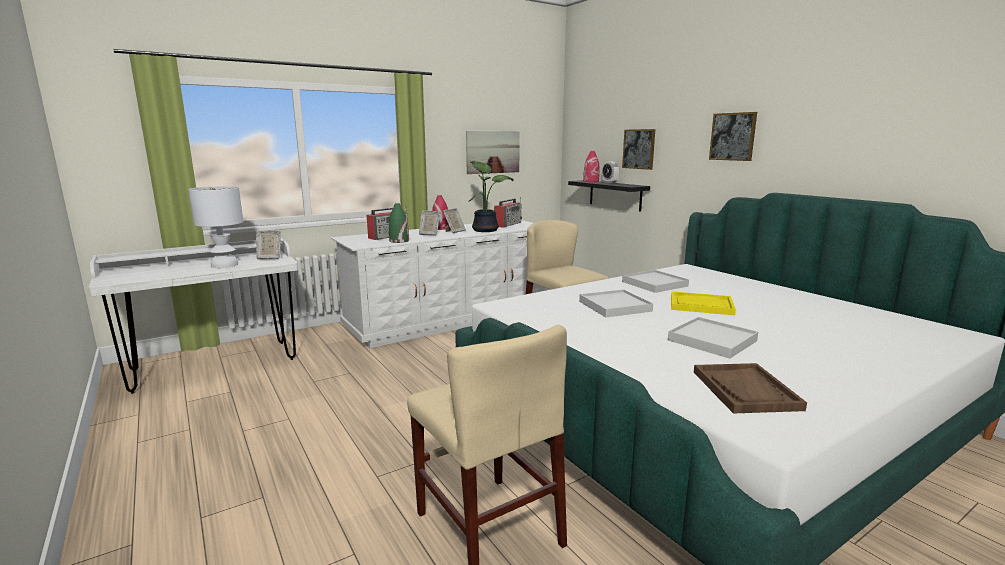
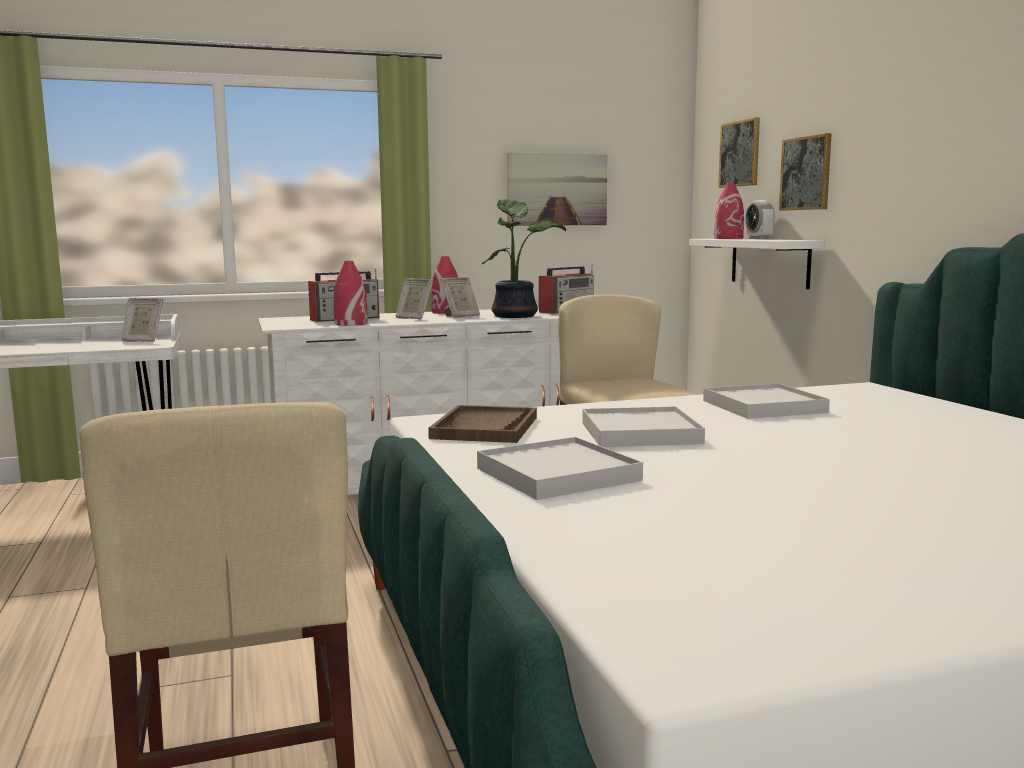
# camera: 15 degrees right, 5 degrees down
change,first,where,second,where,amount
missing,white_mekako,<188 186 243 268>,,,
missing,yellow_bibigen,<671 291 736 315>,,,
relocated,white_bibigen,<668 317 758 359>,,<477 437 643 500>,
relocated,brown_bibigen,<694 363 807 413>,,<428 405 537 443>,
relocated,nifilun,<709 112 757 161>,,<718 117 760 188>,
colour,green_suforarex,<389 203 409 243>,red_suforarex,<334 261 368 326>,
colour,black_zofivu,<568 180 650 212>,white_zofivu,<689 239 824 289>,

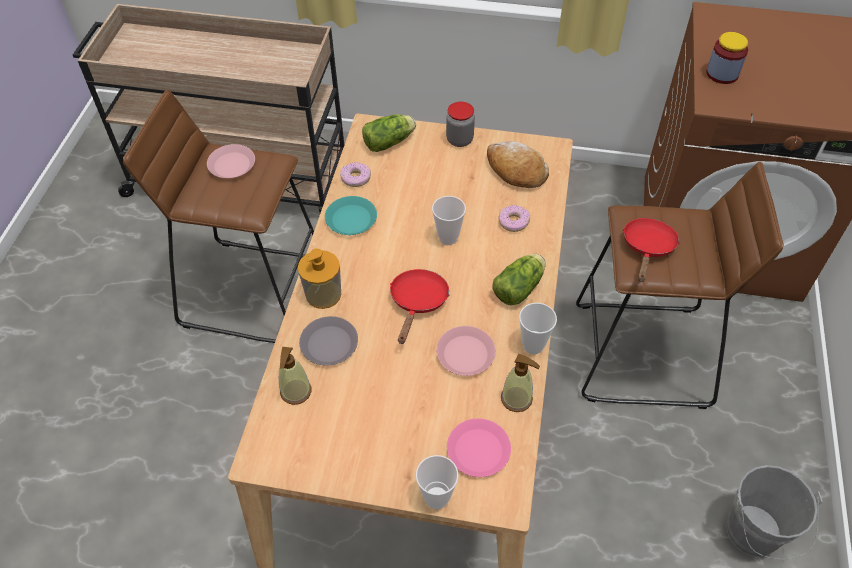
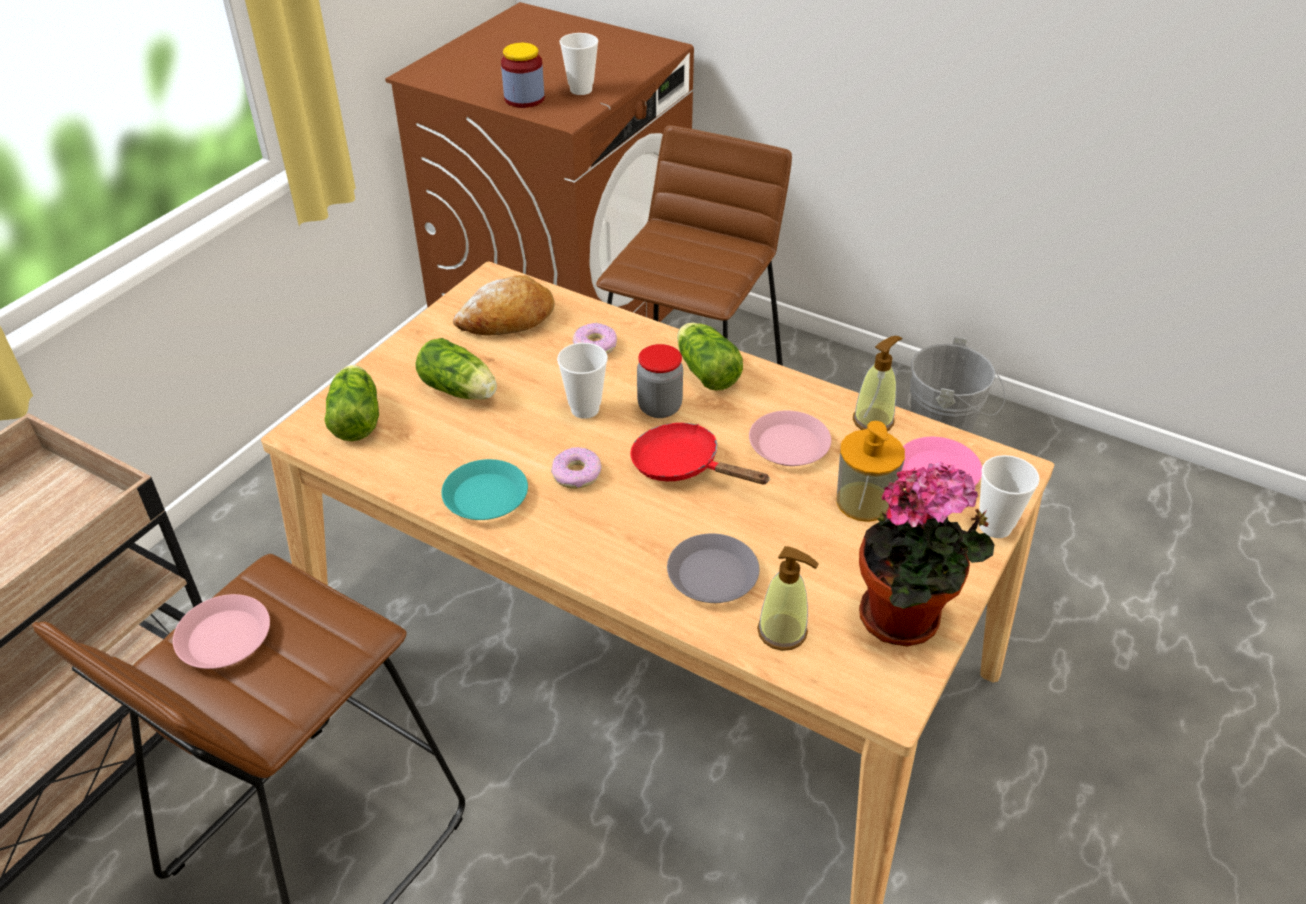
# camera: 70 degrees left, 10 degrees down
change,first,where,second,where,amount
missing,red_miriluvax,<623 218 680 282>,,,
appeared,,,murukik,<415 338 497 400>,
appeared,,,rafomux,<859 461 994 647>,
relocated,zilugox,<298 249 341 309>,,<836 421 905 522>,
relocated,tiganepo,<340 162 371 187>,,<551 447 602 489>,
relocated,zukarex,<446 102 475 147>,,<637 344 683 418>,
relocated,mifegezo,<519 303 557 354>,,<560 33 598 95>,

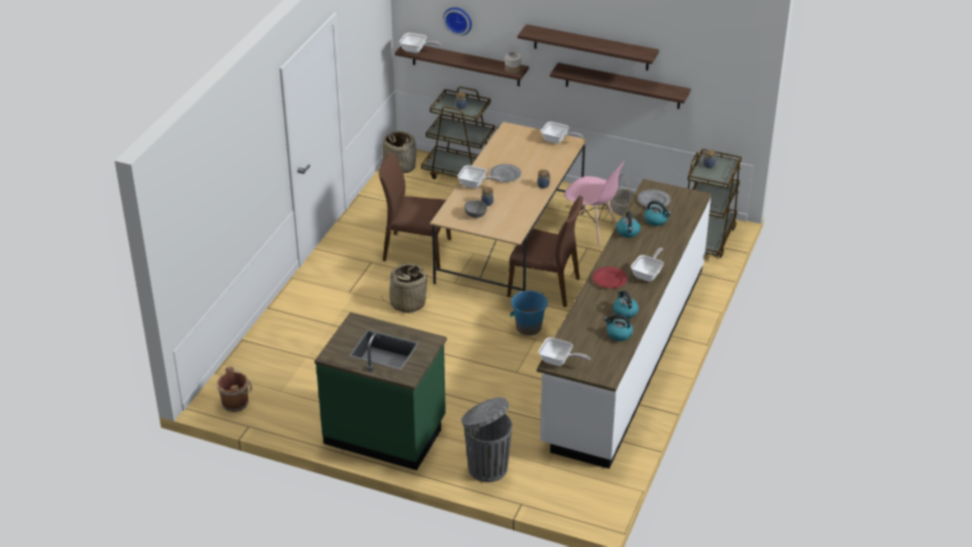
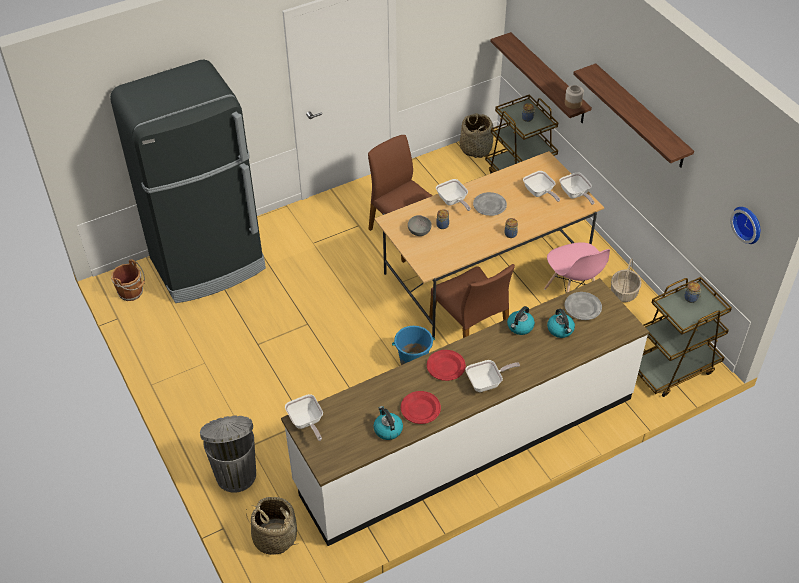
# camera: 40 degrees right, 10 degrees up
change,first,where,second,where,amount
missing,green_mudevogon,<315 312 447 470>,,,
missing,zofivu,<550 63 691 109>,,,
appeared,,,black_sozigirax,<110 60 266 303>,
relocated,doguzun,<381 263 431 313>,,<246 497 299 555>,
relocated,miriluvax,<399 33 441 53>,,<523 171 560 202>,
relocated,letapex,<443 7 472 36>,,<731 207 760 244>,
exchanged,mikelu,<613 291 639 319>,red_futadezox,<401 391 441 424>,

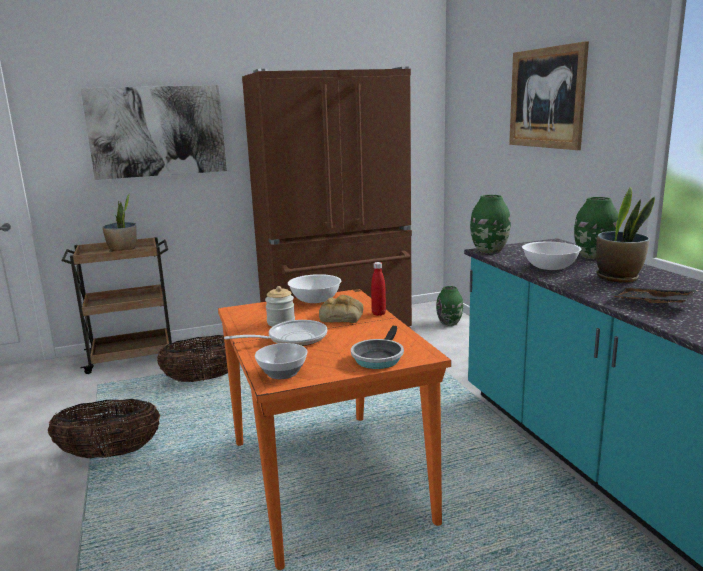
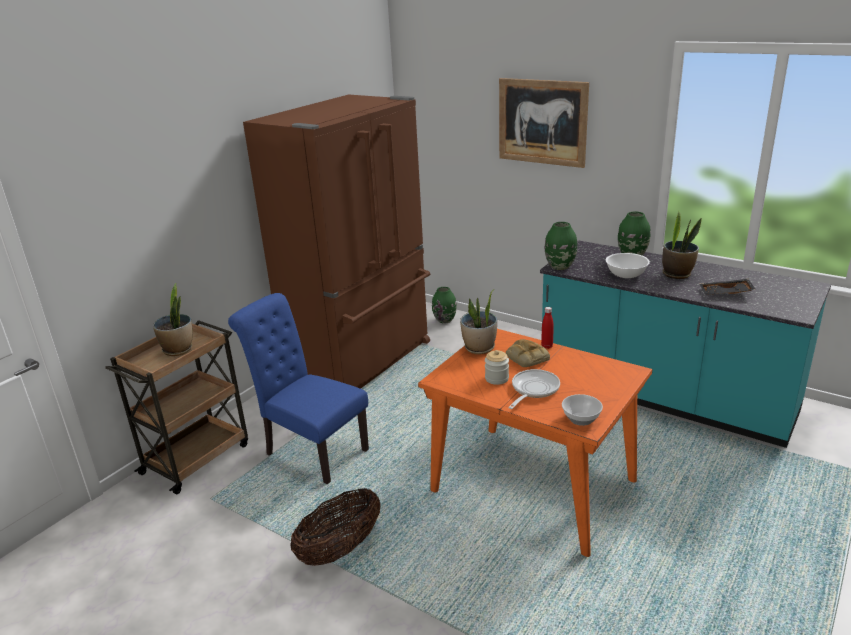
# camera: 35 degrees left, 10 degrees up
change,first,where,second,where,amount
missing,nifilun,<81 85 227 180>,,,
missing,miriluvax,<351 326 404 369>,,,
exchanged,doguzun,<157 335 228 382>,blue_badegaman,<228 293 369 485>,
exchanged,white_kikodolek,<288 274 341 303>,rafomux,<460 289 497 354>,

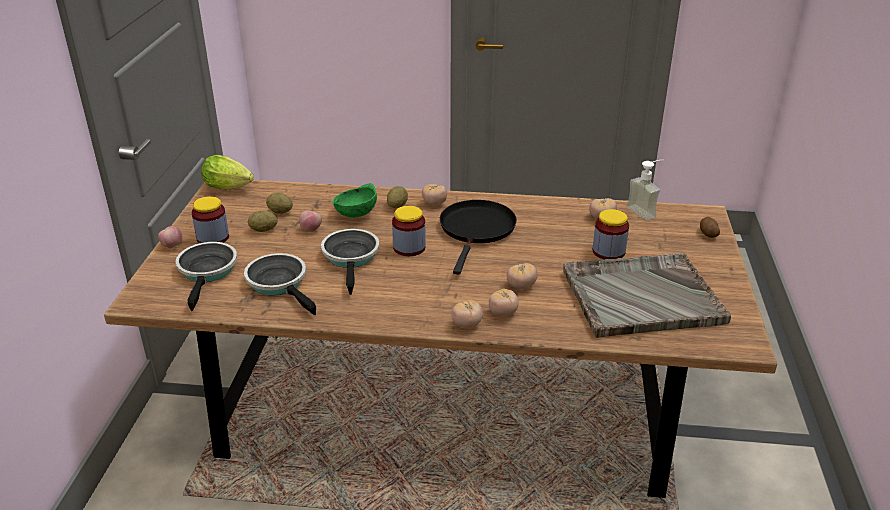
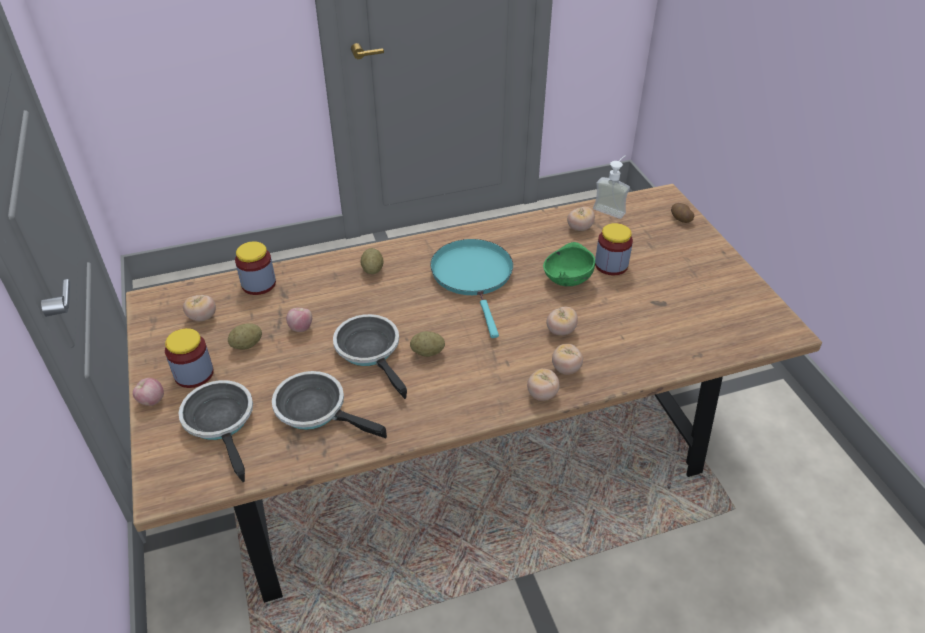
# camera: 25 degrees left, 10 degrees up
change,first,where,second,where,amount
missing,murukik,<201 155 254 190>,,,
missing,grey_bibigen,<563 253 731 338>,,,
relocated,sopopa,<266 193 293 213>,,<410 331 445 357>,
relocated,green_kikodolek,<333 183 377 218>,,<543 242 595 286>,
relocated,zukarex,<392 206 426 256>,,<235 241 276 295>,
relocated,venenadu,<422 184 447 205>,,<183 295 216 321>,
colour,black_miriluvax,<440 200 517 274>,turquoise_miriluvax,<430 239 513 338>,

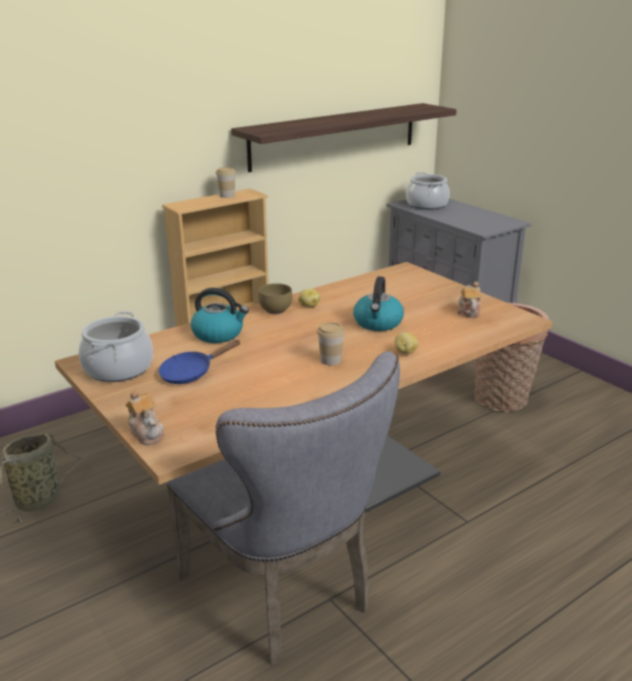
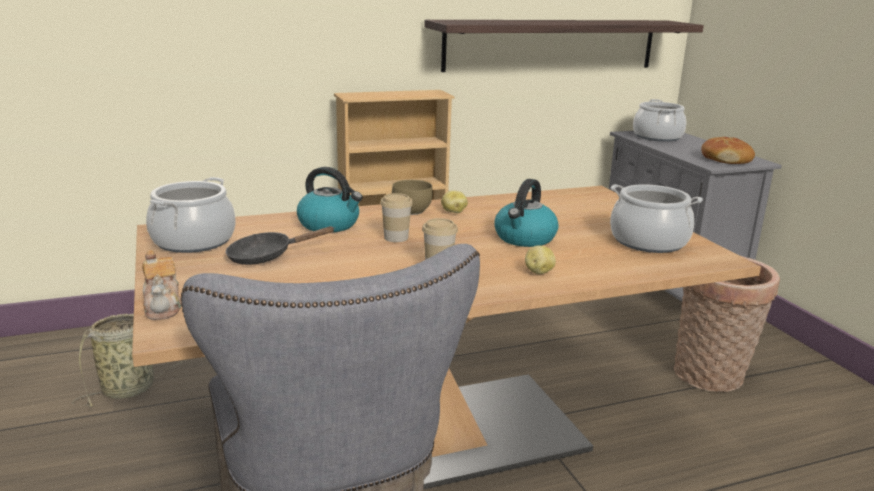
# camera: 15 degrees right, 5 degrees down
change,first,where,second,where,amount
appeared,,,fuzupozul,<701 137 755 164>,
relocated,mifegezo,<215 167 236 198>,,<380 193 413 242>,
exchanged,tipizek,<457 281 482 318>,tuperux,<610 184 703 253>,
colour,blue_miriluvax,<158 340 241 384>,black_miriluvax,<226 226 335 265>,

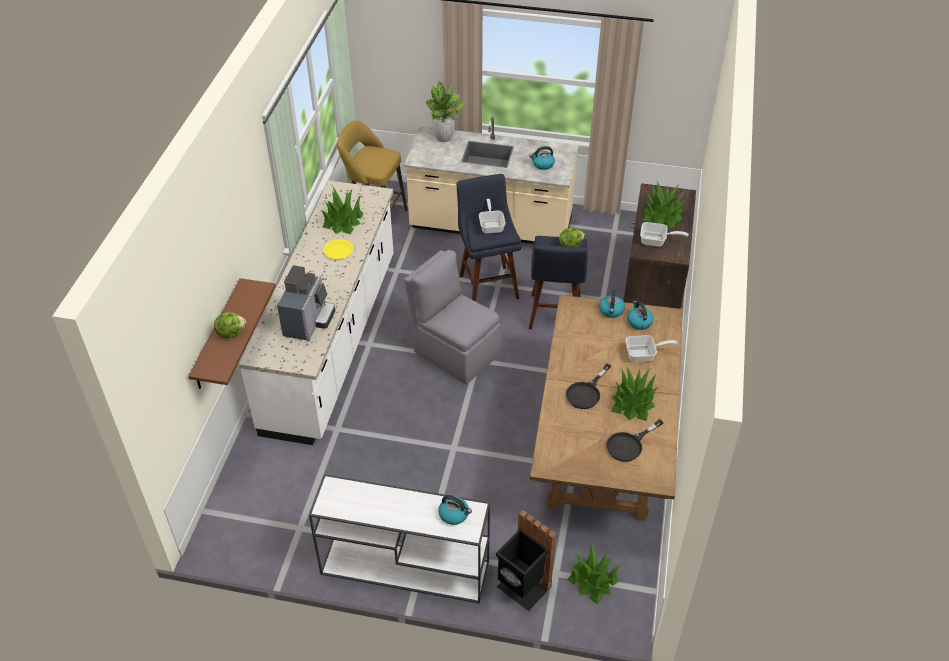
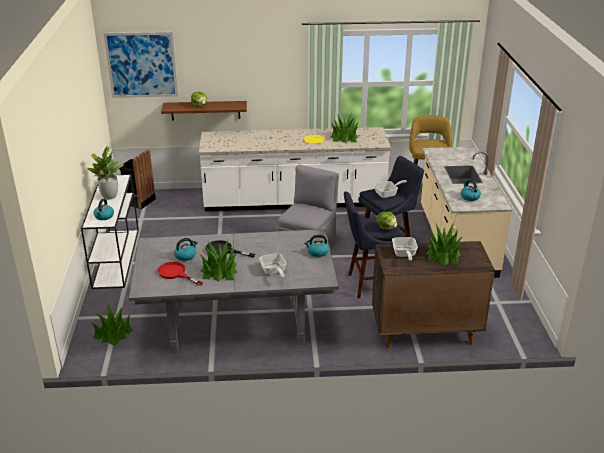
# camera: 75 degrees right, 15 degrees down
change,first,where,second,where,amount
missing,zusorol,<277 265 335 341>,,,
appeared,,,nifilun,<104 32 178 98>,
relocated,rafomux,<426 81 466 142>,,<87 146 124 199>,
relocated,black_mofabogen,<496 509 556 611>,,<119 150 156 209>,
relocated,mikelu,<627 301 653 330>,,<174 238 198 261>,
colour,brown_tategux,<530 295 683 521>,grey_tategux,<129 229 339 353>,
colour,black_miriluvax,<606 419 664 462>,red_miriluvax,<157 262 203 286>,

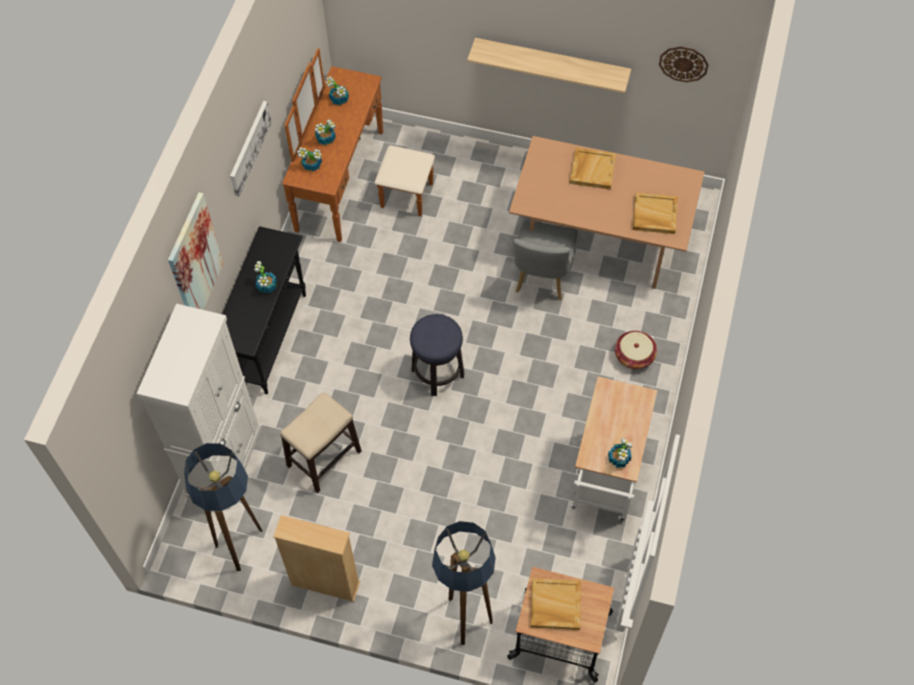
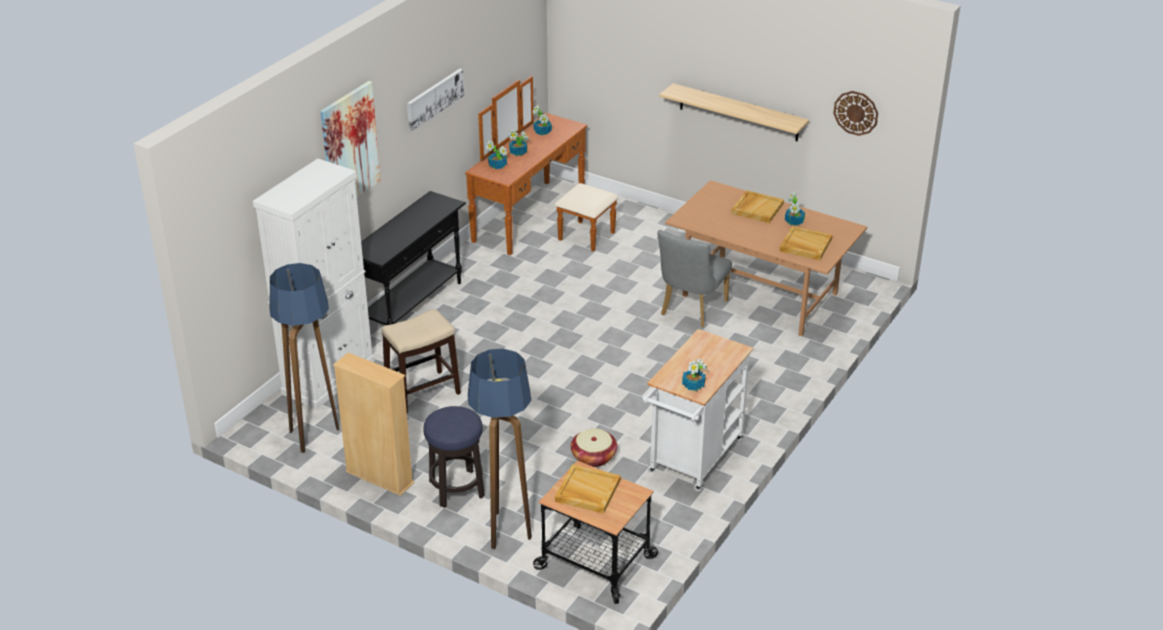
# camera: 15 degrees right, 25 degrees down
change,first,where,second,where,amount
relocated,rafomux,<254 261 277 293>,,<785 192 805 226>,
relocated,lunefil,<410 314 464 396>,,<423 406 485 508>,
relocated,doguzun,<615 331 657 369>,,<571 428 617 467>,

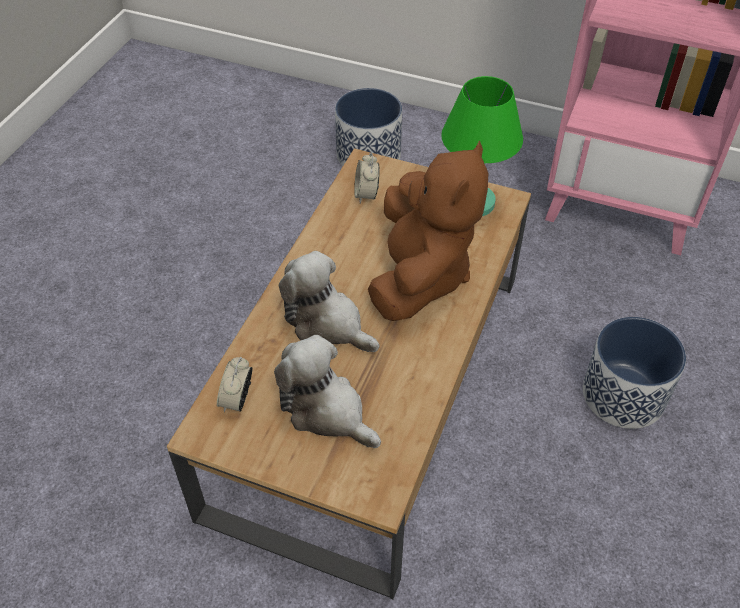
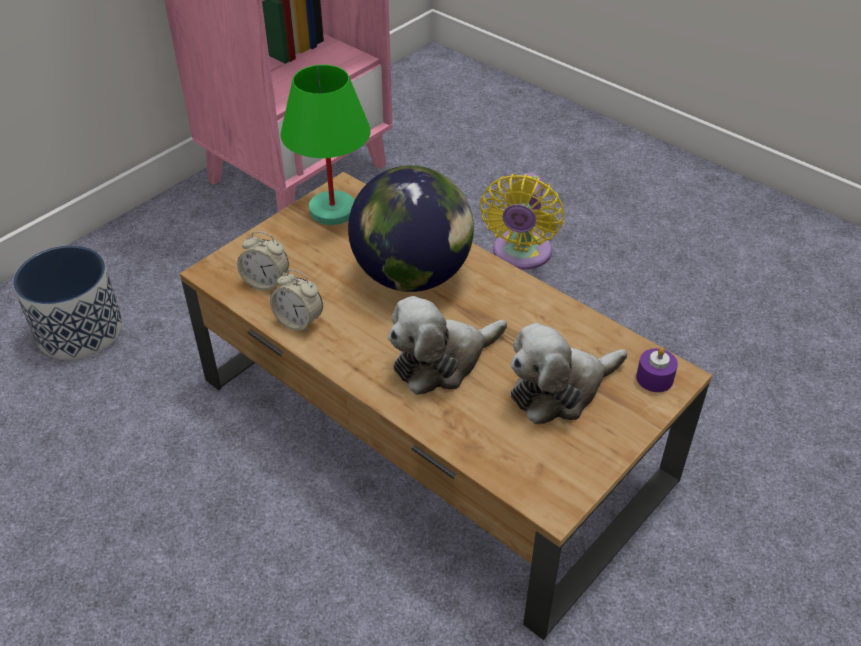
# camera: 70 degrees left, 5 degrees down
change,first,where,second,where,amount
appeared,,,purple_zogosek,<636 347 678 392>,
relocated,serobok,<217 357 252 412>,,<270 269 323 333>,
exchanged,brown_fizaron,<368 141 488 321>,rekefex,<348 166 474 292>,
exchanged,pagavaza,<583 317 686 429>,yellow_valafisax,<480 172 564 270>,

